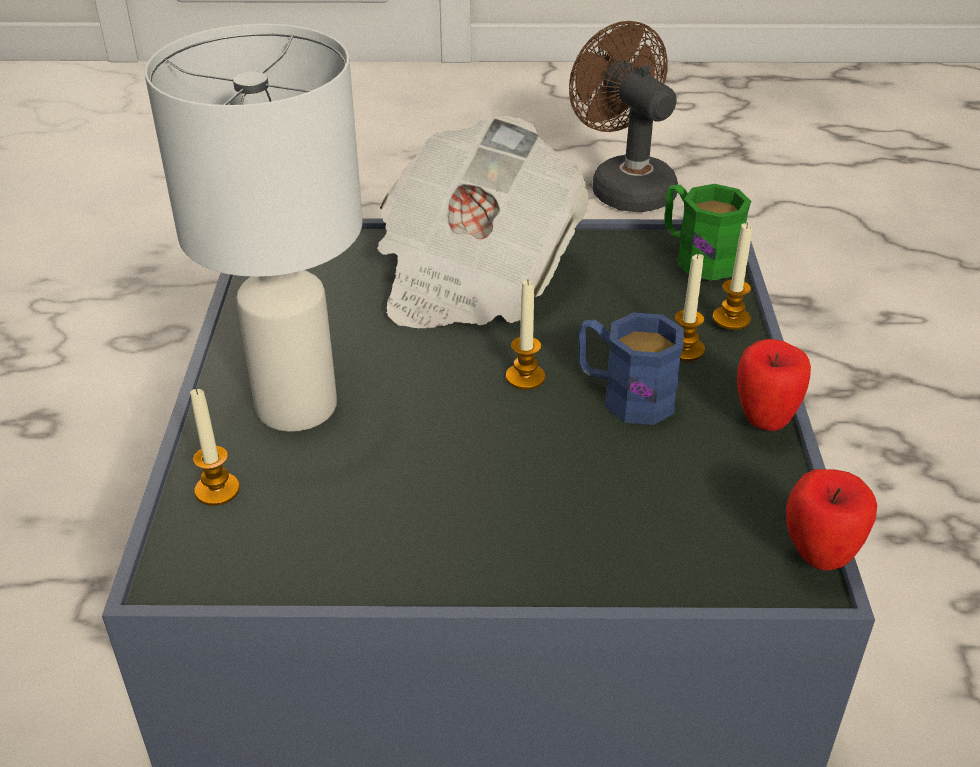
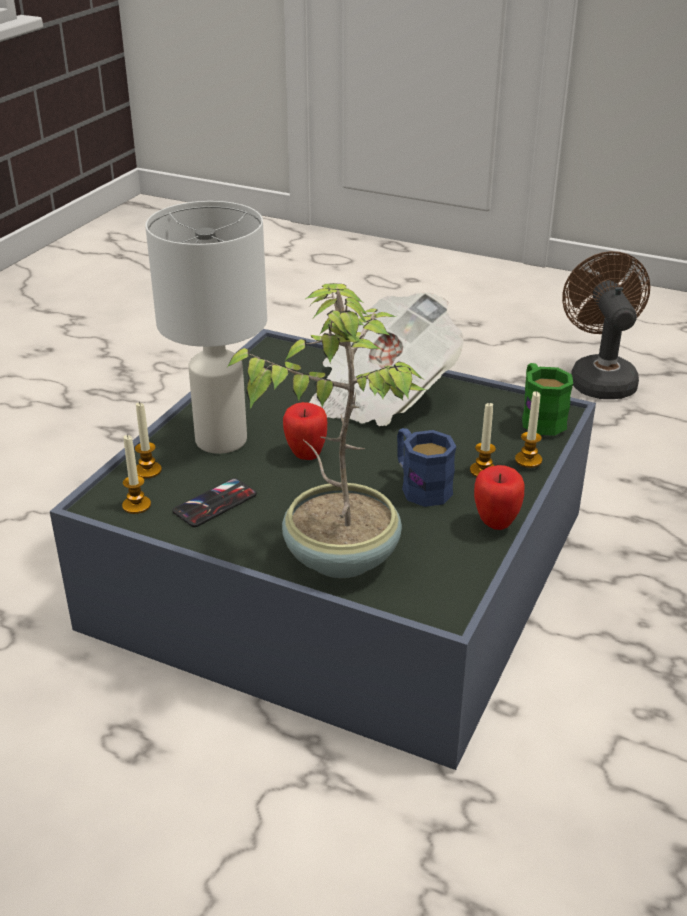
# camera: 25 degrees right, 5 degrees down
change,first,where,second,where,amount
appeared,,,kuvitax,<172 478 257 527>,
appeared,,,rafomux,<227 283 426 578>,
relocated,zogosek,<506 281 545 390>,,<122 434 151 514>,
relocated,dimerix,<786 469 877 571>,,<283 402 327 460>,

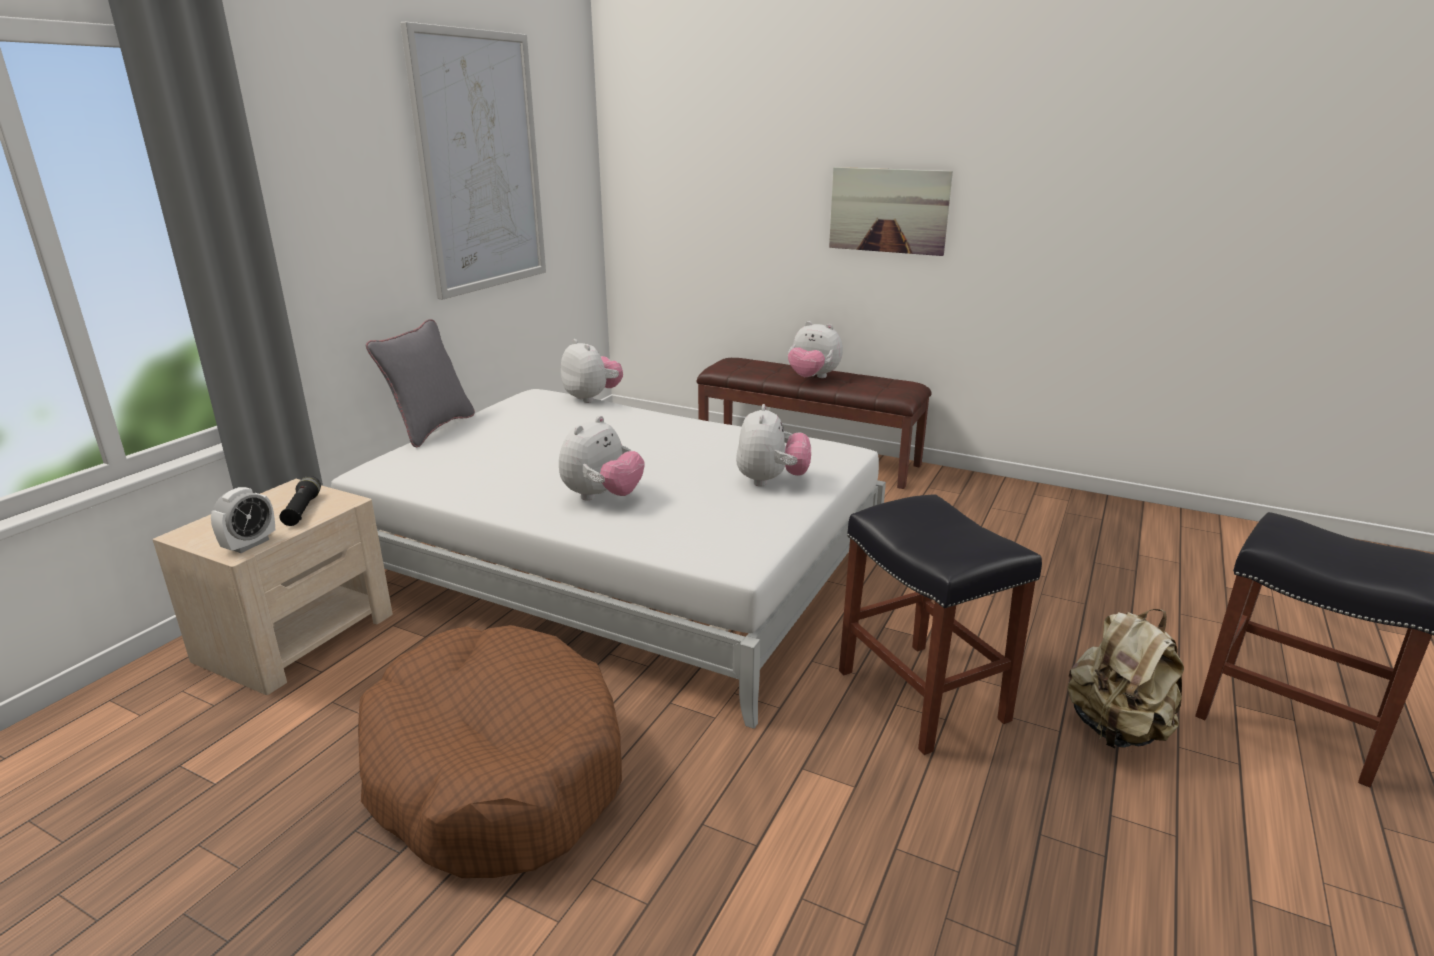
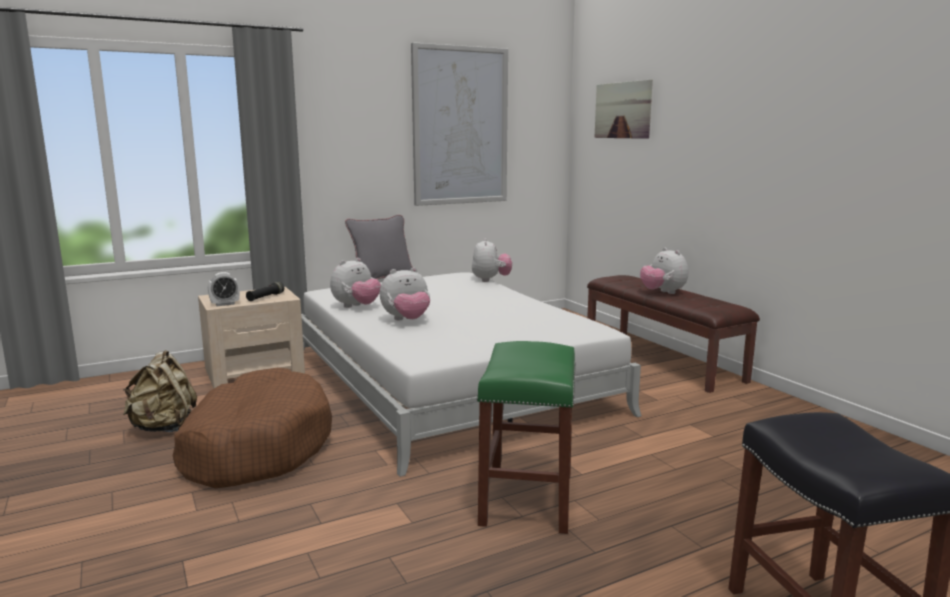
# camera: 35 degrees right, 10 degrees down
change,first,where,second,where,amount
relocated,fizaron,<736 404 811 487>,,<330 258 381 308>,
relocated,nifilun,<829 167 953 256>,,<594 80 653 139>,
relocated,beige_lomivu,<1067 609 1184 748>,,<123 350 197 432>,
colour,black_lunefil,<839 494 1042 755>,green_lunefil,<477 341 576 534>,

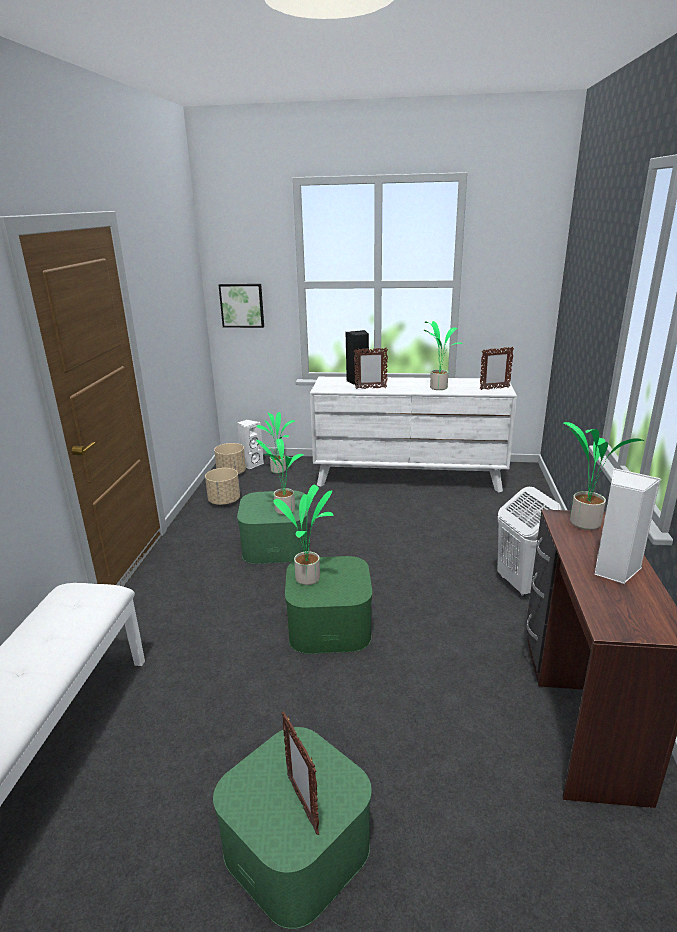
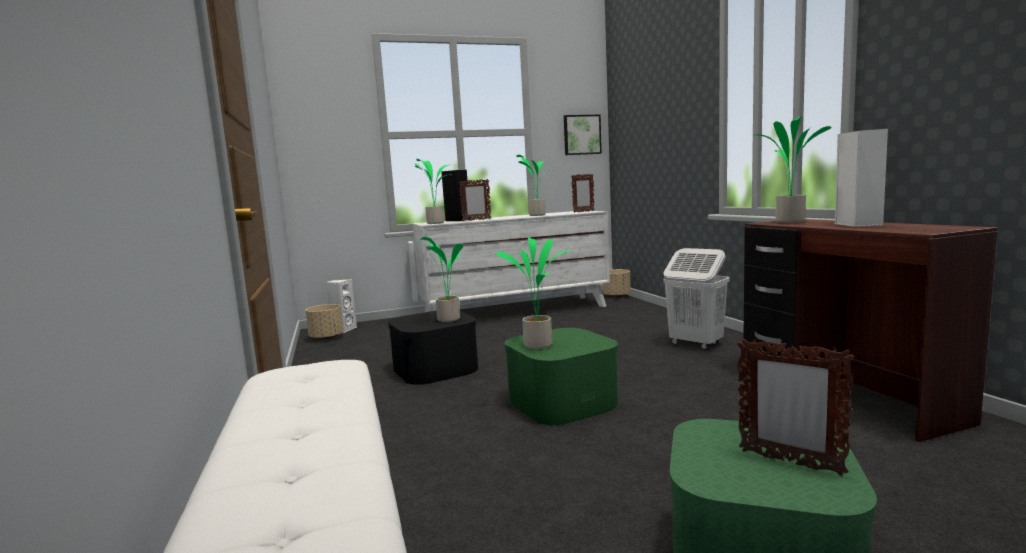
# camera: 25 degrees left, 15 degrees down
change,first,where,second,where,amount
relocated,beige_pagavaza,<205 468 240 505>,,<603 269 631 298>,
relocated,nifilun,<219 284 264 328>,,<564 115 602 155>,
relocated,rafomux,<256 412 295 473>,,<415 159 448 224>,
colour,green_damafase,<237 490 309 564>,black_damafase,<388 311 479 385>,

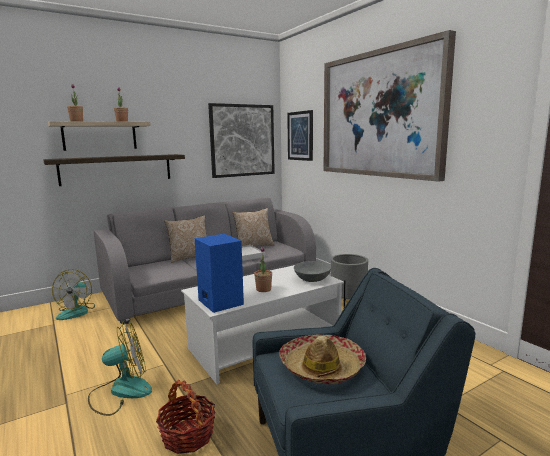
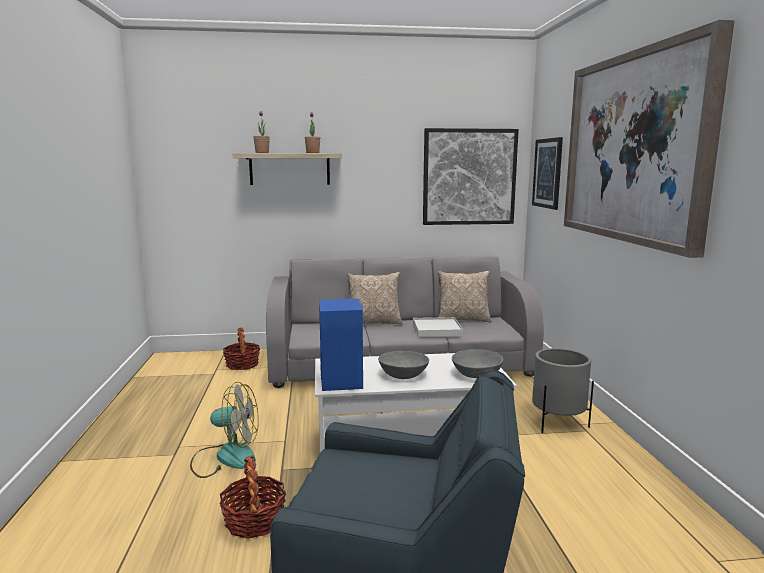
# camera: 25 degrees right, 0 degrees up
change,first,where,second,where,amount
missing,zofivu,<43 154 185 186>,,,
missing,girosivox,<279 334 366 384>,,,
exchanged,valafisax,<52 269 95 320>,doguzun,<223 327 260 370>,
exchanged,rafomux,<254 246 272 292>,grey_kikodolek,<378 351 429 379>,

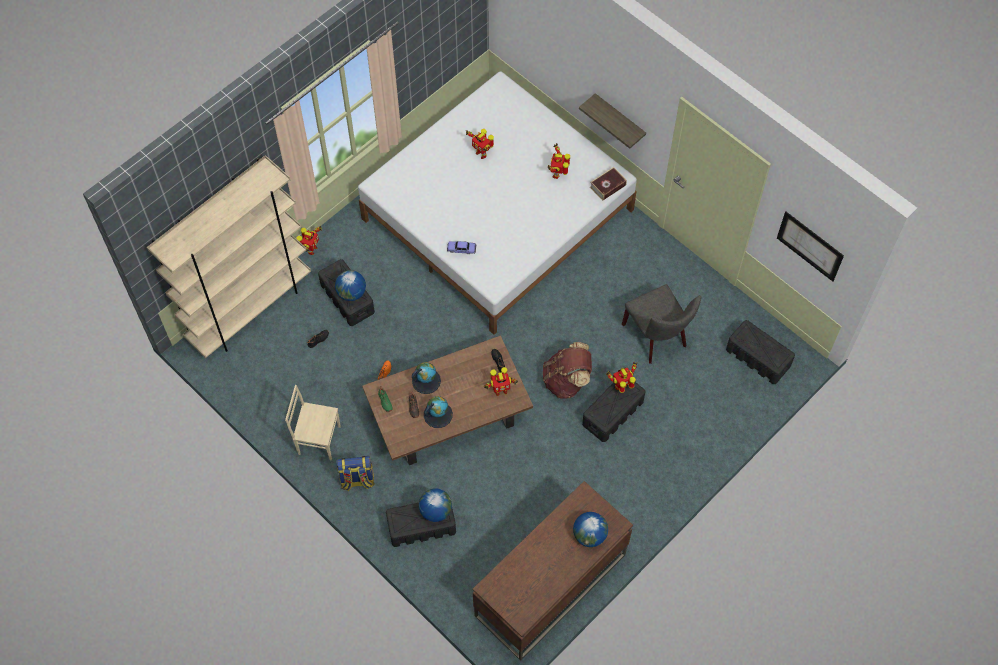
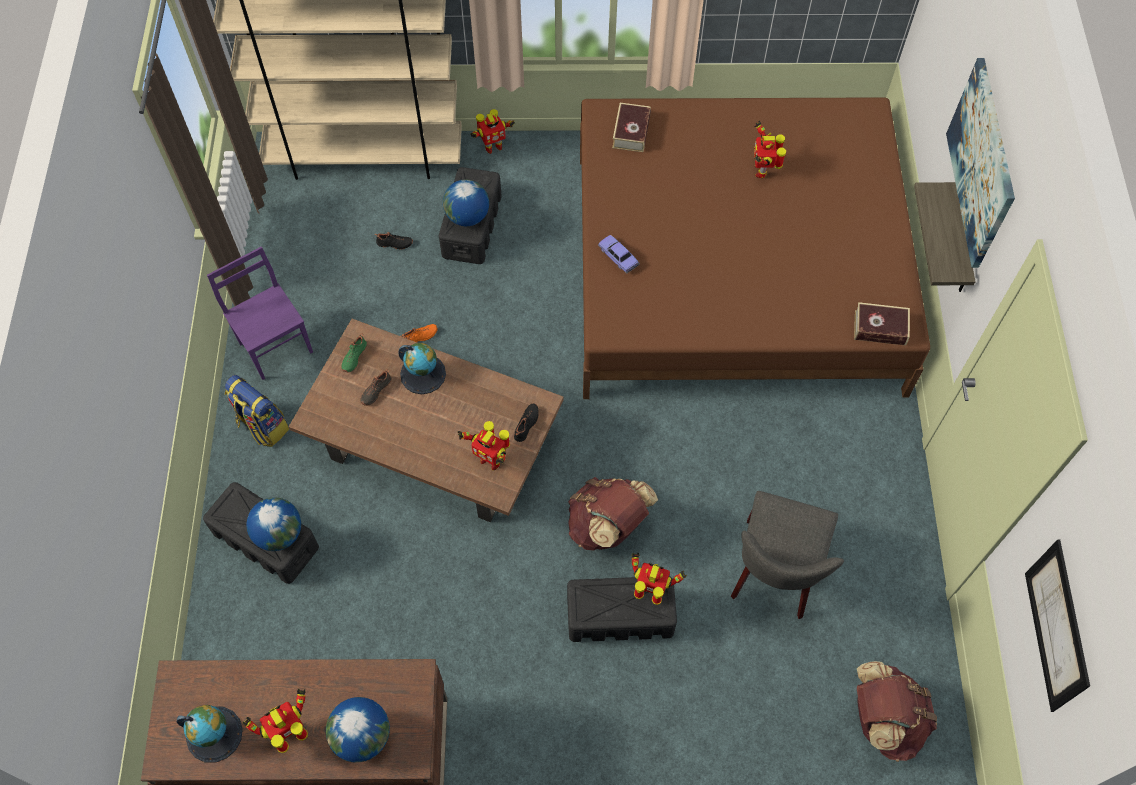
# camera: 45 degrees right, 0 degrees up
change,first,where,second,where,amount
appeared,,,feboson,<612 103 651 152>,
appeared,,,nifilun,<946 58 1015 268>,
relocated,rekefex,<424 396 453 428>,,<177 705 243 763>,
relocated,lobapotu,<548 143 570 179>,,<242 689 308 753>,
exchanged,black_damafase,<726 320 795 384>,brown_lomivu,<857 661 937 762>,
colour,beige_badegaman,<285 385 341 460>,purple_badegaman,<207 247 313 380>,
colour,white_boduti,<358 71 637 335>,brown_boduti,<580 97 930 399>,

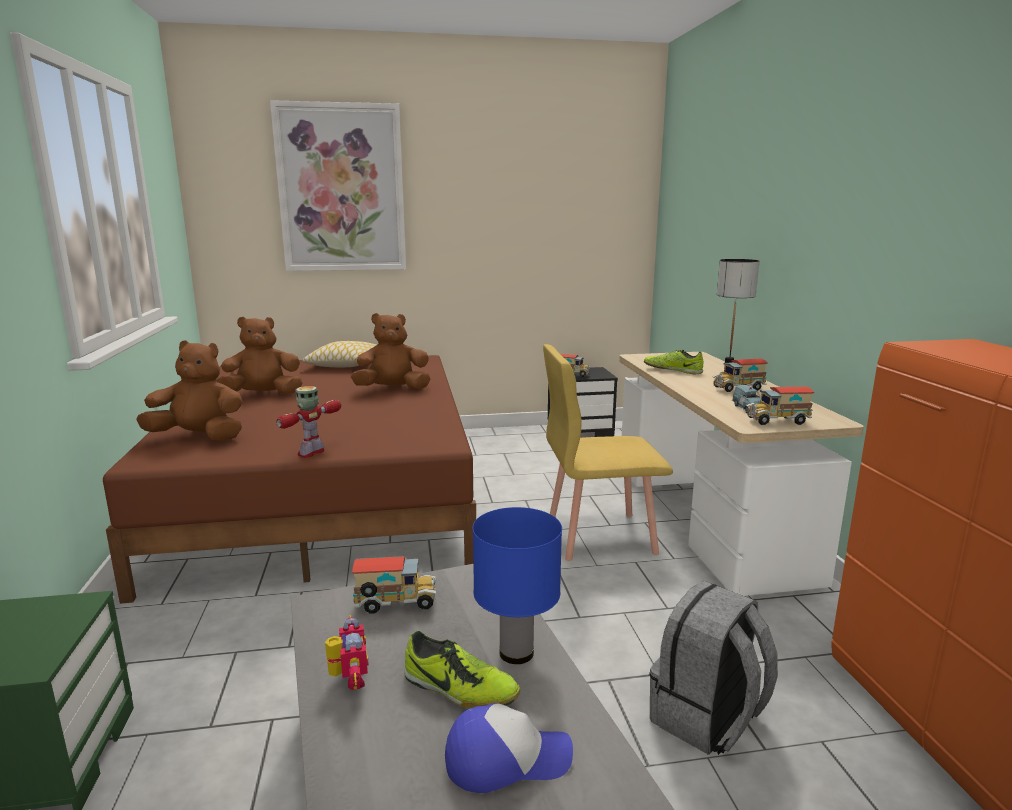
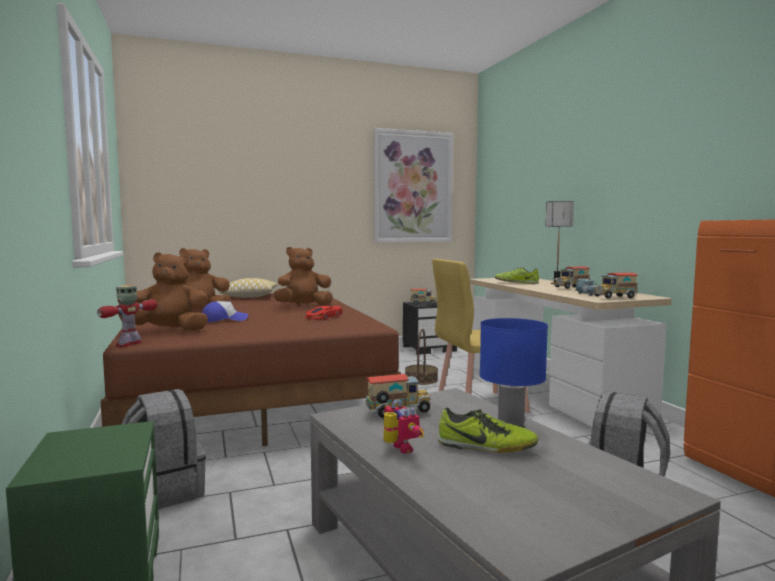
# camera: 10 degrees left, 10 degrees down
change,first,where,second,where,amount
appeared,,,grey_lomivu,<121 389 206 509>,
appeared,,,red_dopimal,<305 306 343 320>,
appeared,,,doguzun,<405 329 438 385>,
relocated,nifilun,<270 100 406 271>,,<373 128 453 243>,
relocated,lobapotu,<276 386 341 458>,,<97 285 158 347>,
relocated,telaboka,<445 703 573 793>,,<202 301 248 322>,

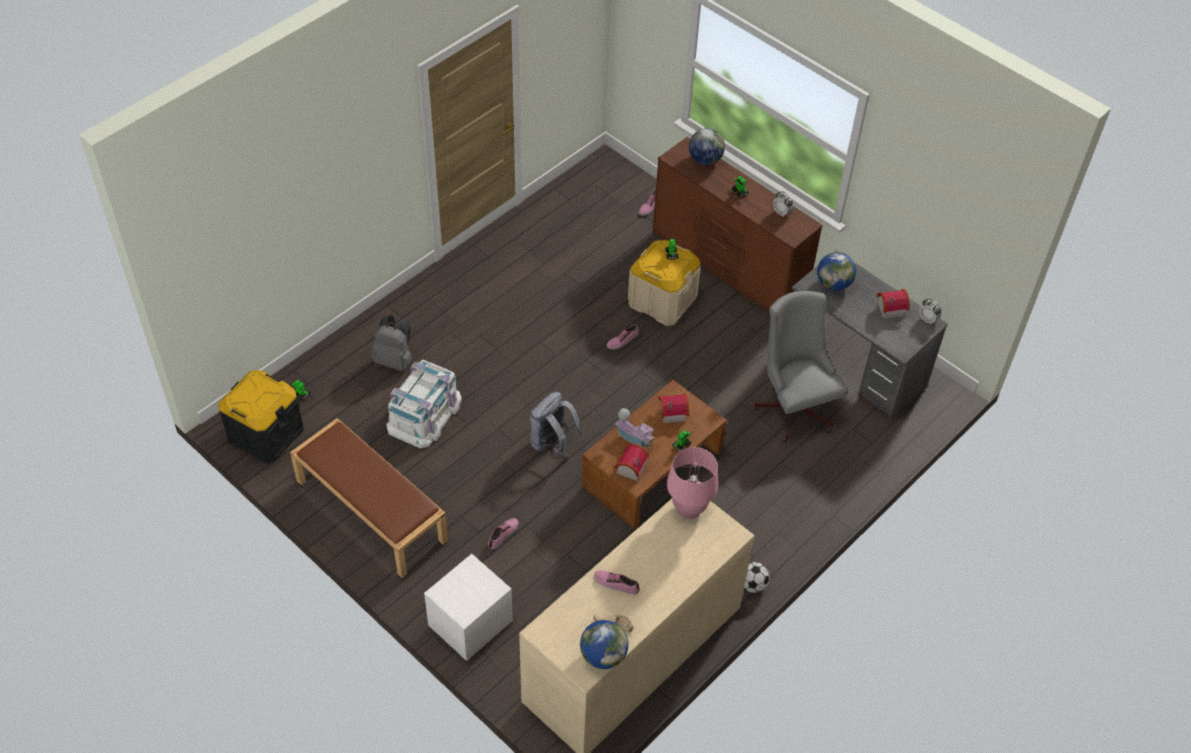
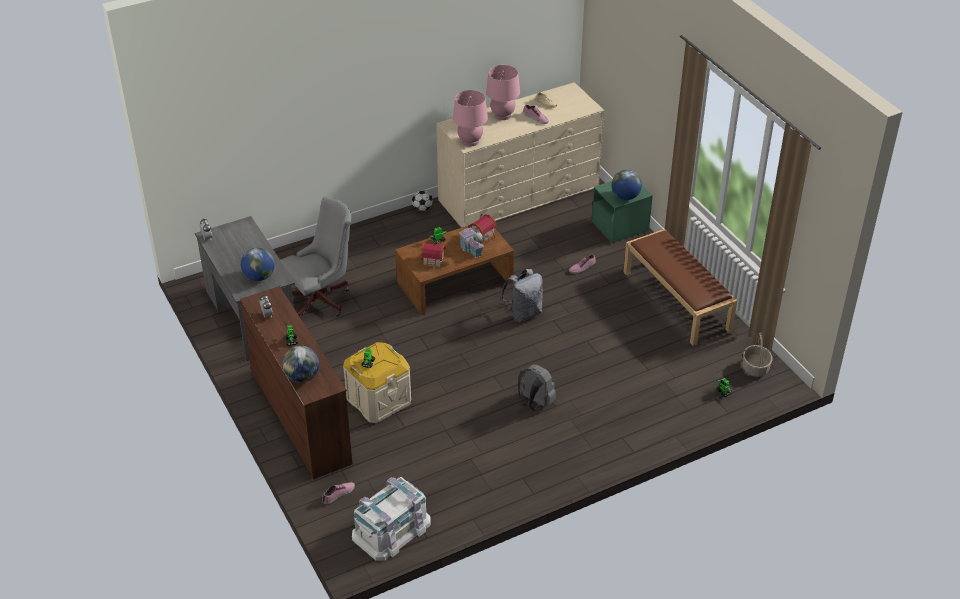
# camera: 160 degrees left, 10 degrees down
change,first,where,second,where,amount
missing,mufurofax,<607 324 639 350>,,,
missing,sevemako,<877 289 910 319>,,,
appeared,,,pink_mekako,<486 65 520 120>,
relocated,grey_lomivu,<371 315 412 371>,,<518 364 556 411>,
relocated,white_damafase,<386 360 462 448>,,<352 477 431 561>,
relocated,rekefex,<580 620 629 669>,,<611 170 642 200>,
exchanged,black_damafase,<218 370 303 464>,doguzun,<743 333 772 377>,
colour,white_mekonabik,<424 554 513 661>,green_mekonabik,<592 181 653 243>,
spun,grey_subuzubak,<753 291 848 442>,,<280 196 351 318>,120 degrees counterclockwise

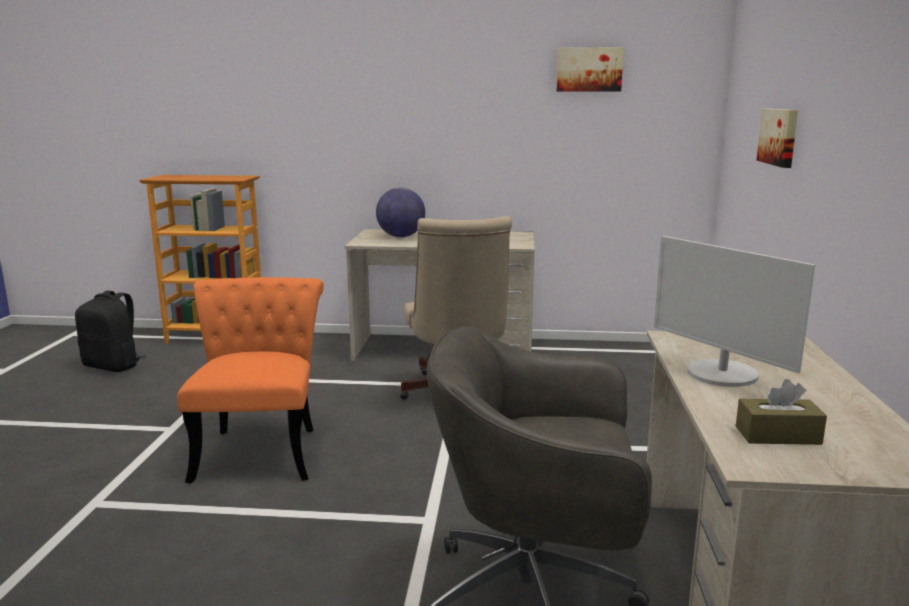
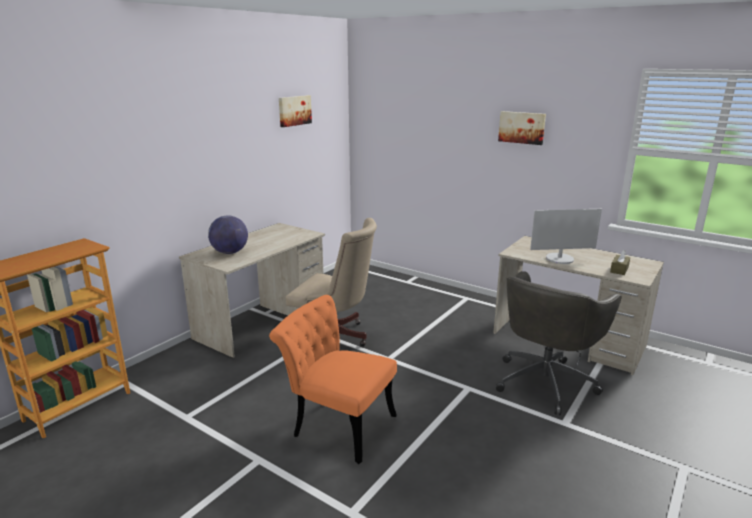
# camera: 60 degrees left, 5 degrees up
change,first,where,second,where,amount
missing,black_lomivu,<75 291 146 372>,,,
relocated,nifilun,<757 109 798 168>,,<498 111 546 145>,

